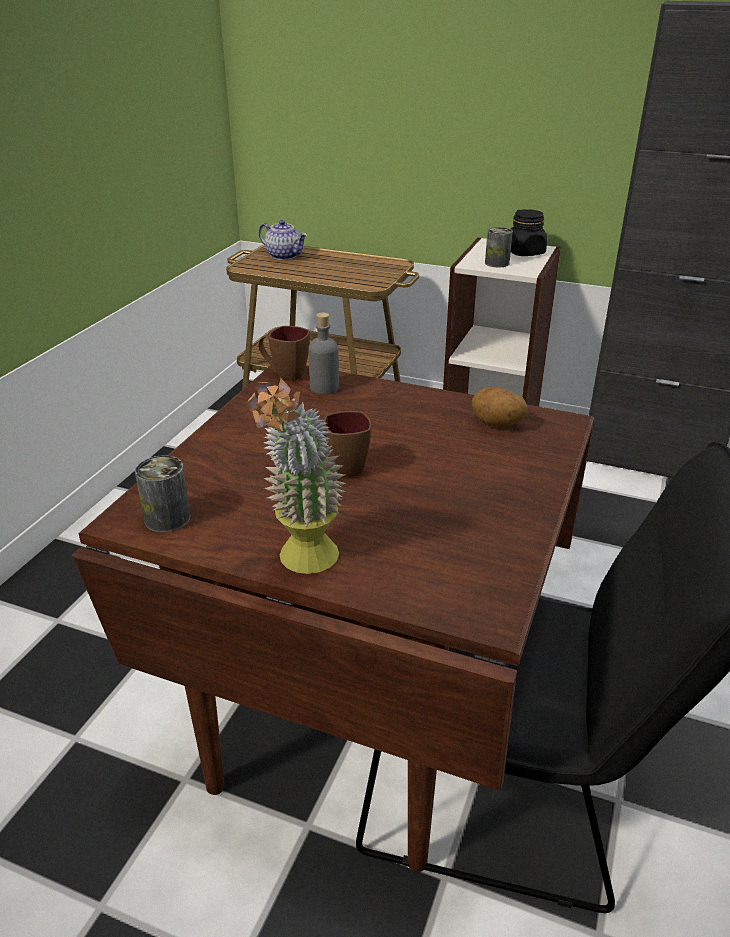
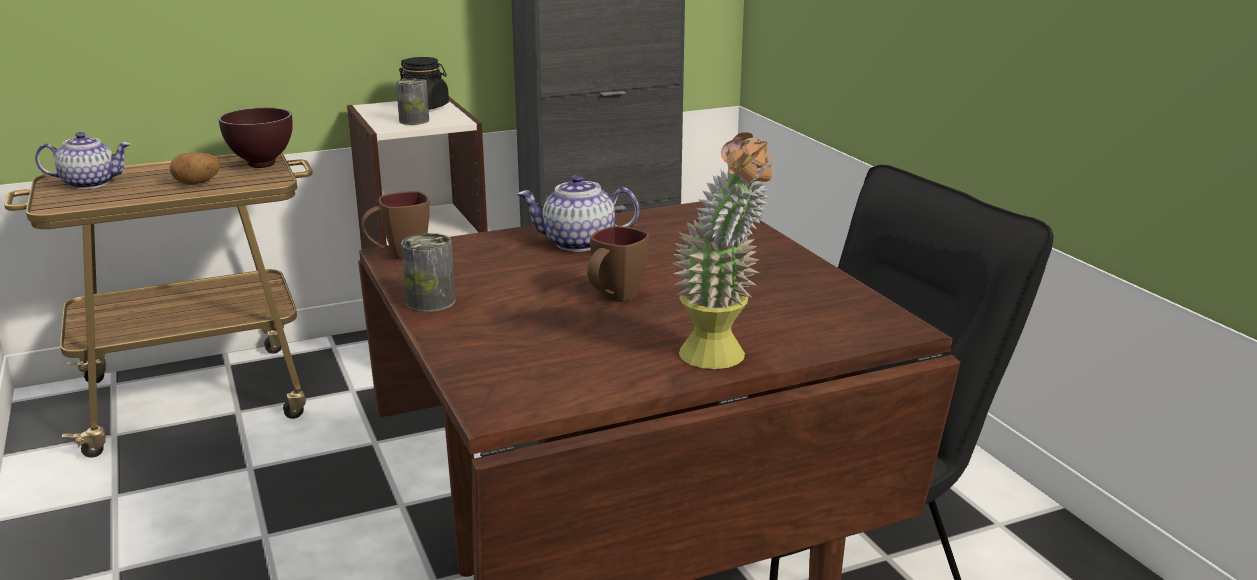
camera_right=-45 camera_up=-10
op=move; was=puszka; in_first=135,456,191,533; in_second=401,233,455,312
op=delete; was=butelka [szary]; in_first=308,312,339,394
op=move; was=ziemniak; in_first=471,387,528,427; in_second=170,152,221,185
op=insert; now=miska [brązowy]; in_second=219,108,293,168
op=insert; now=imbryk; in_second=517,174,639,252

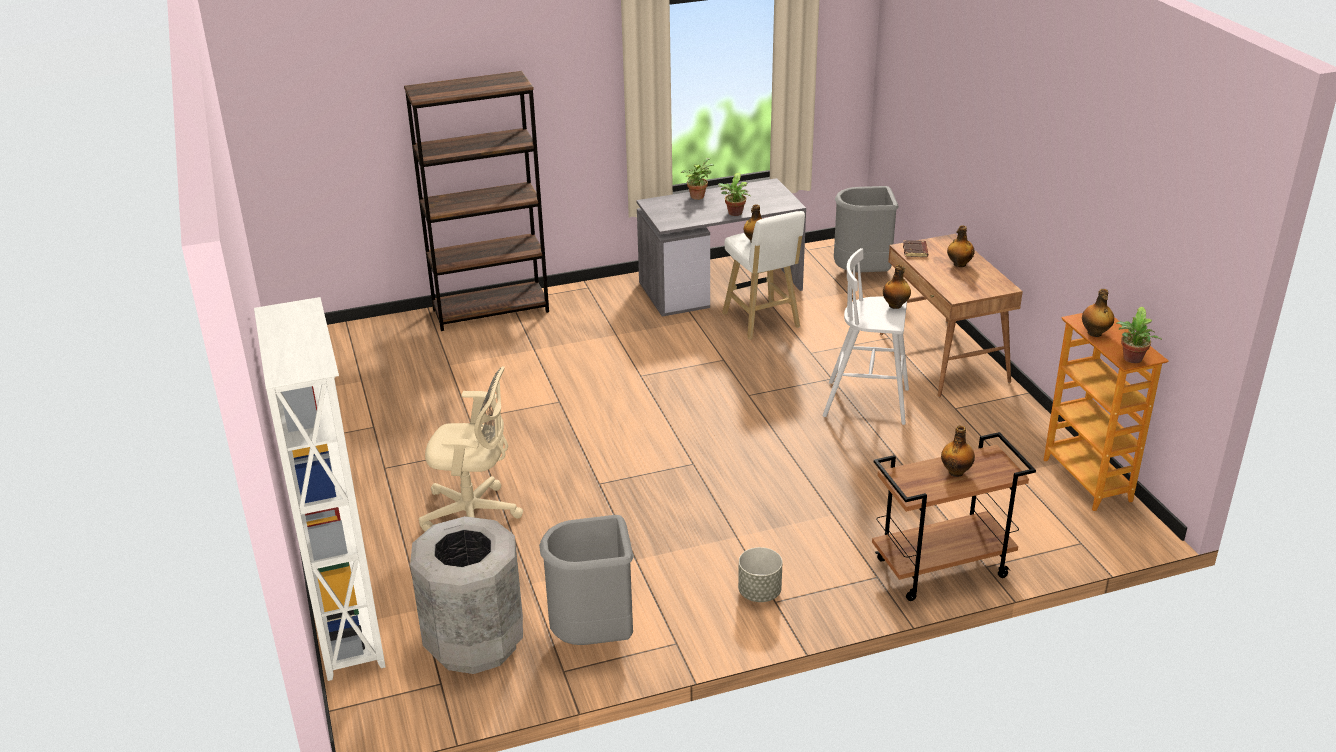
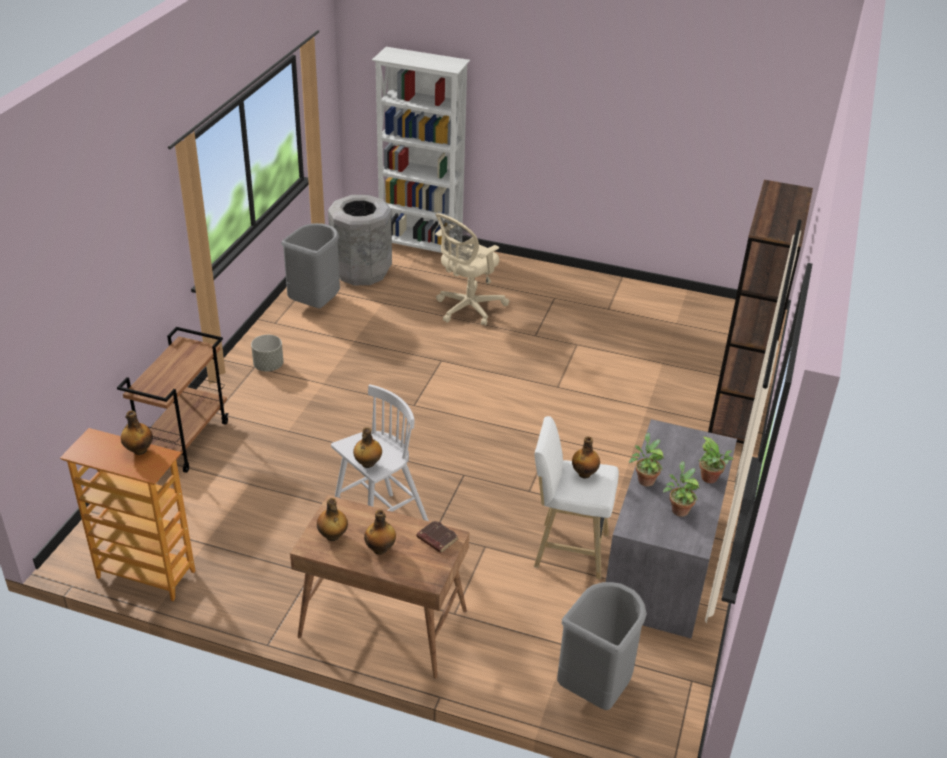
camera_right=125 camera_up=5
op=move; was=butelka; in_first=941,426,975,477; in_second=317,498,348,541
op=move; was=roślina doniczkowa; in_first=1116,307,1162,363; in_second=663,461,699,517

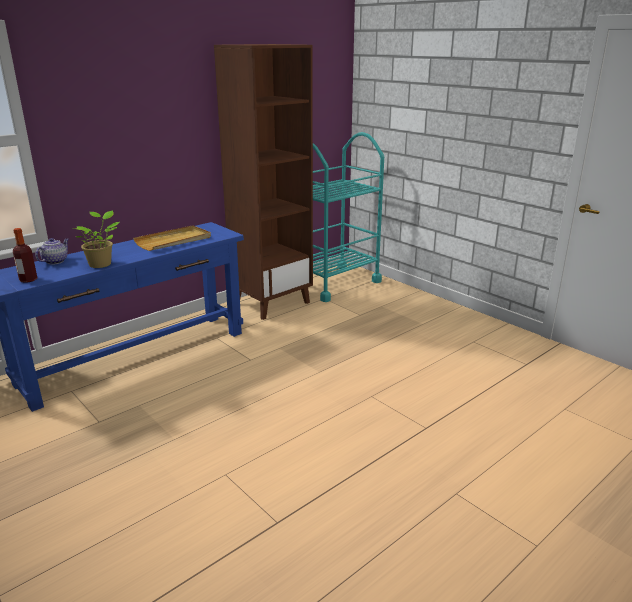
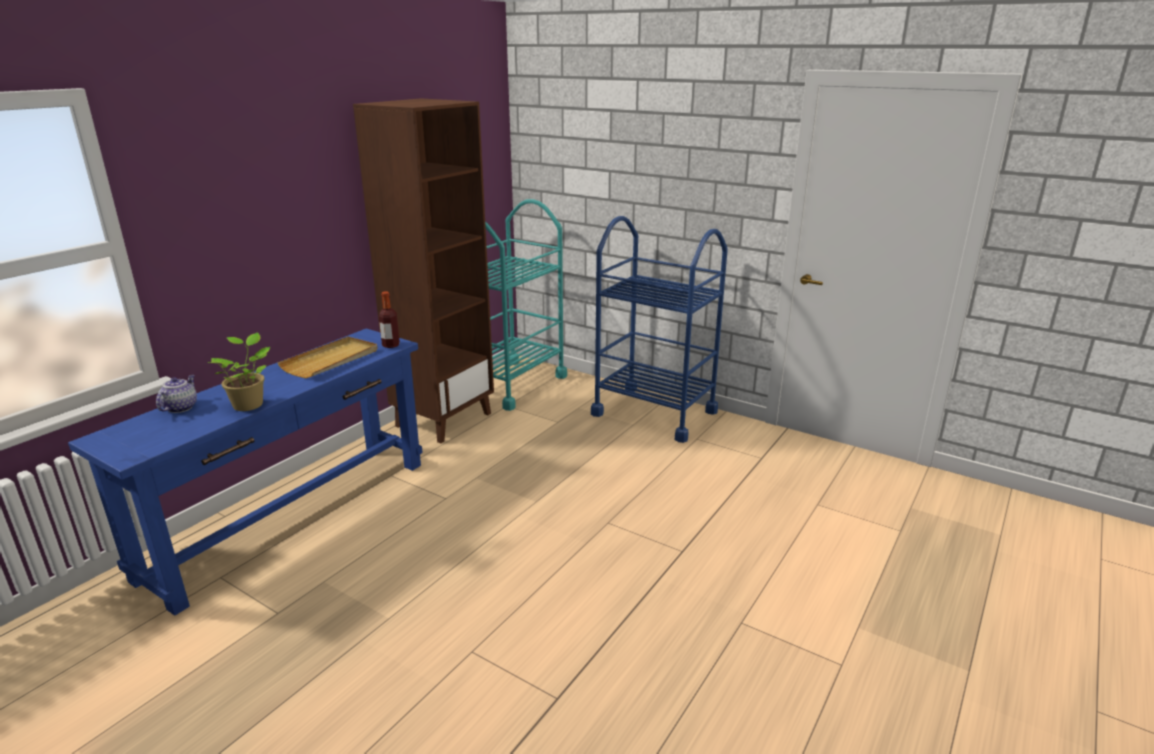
camera_right=-15 camera_up=0
op=move; was=butelka; in_first=13,228,37,283; in_second=379,291,400,348
op=insert; now=wózek [niebieski]; in_second=591,216,728,443

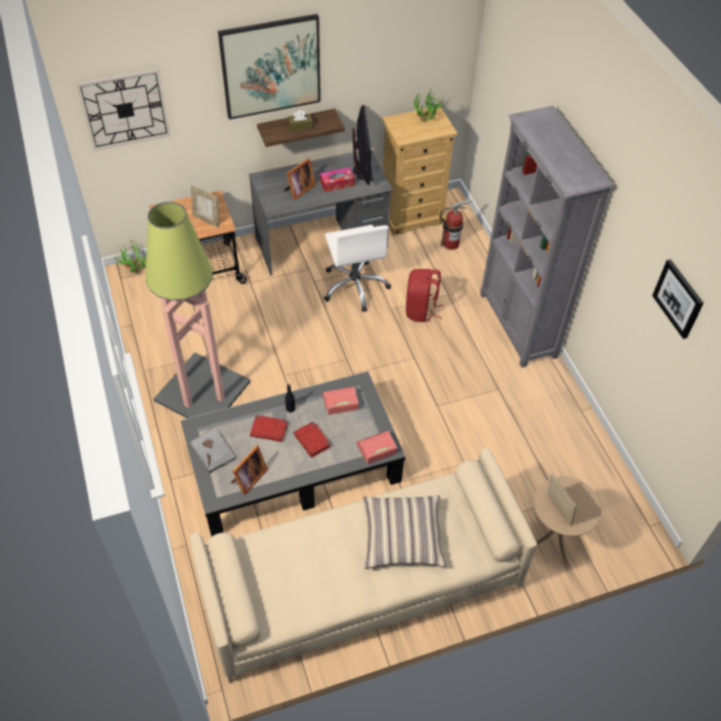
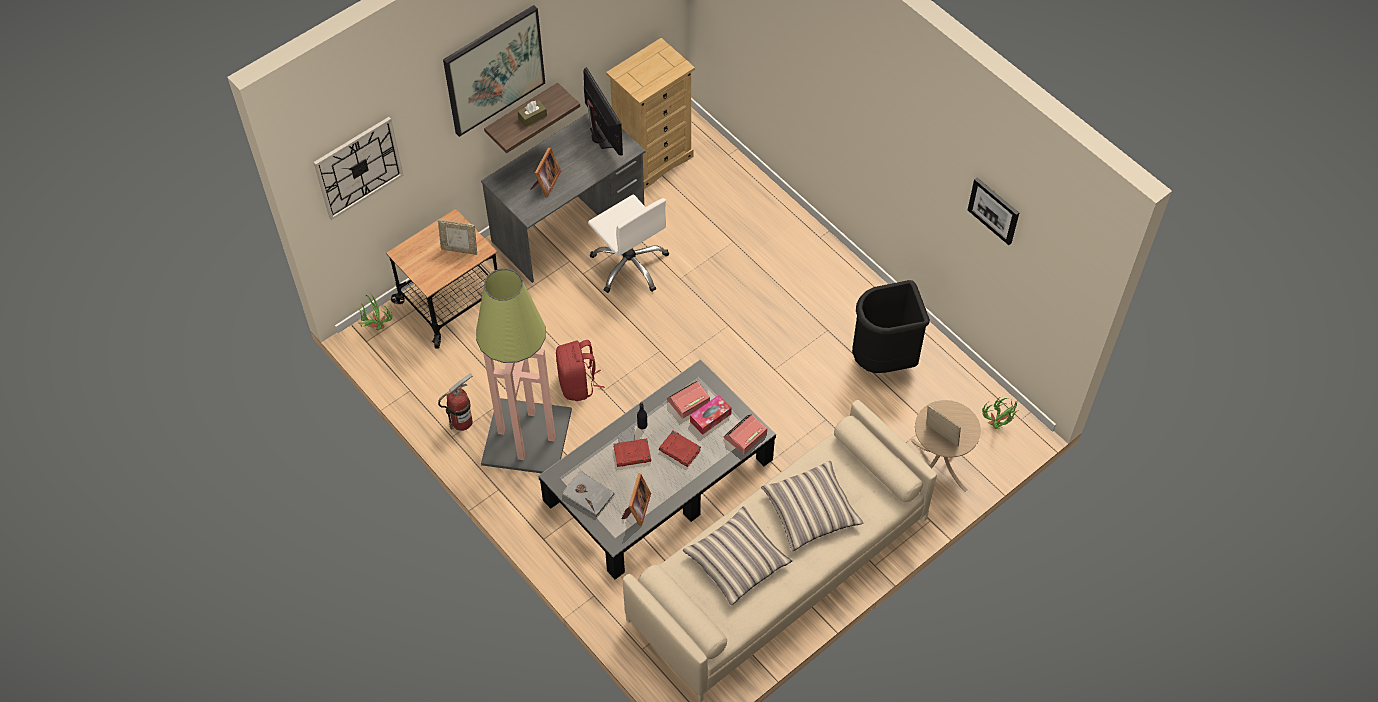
camera_right=-20 camera_up=5
op=move; was=pudełko chusteczek; in_first=320,168,355,192; in_second=690,395,732,435
op=move; was=plecak [czerwony]; in_first=406,269,443,322; in_second=556,340,604,401
op=move; was=roślina doniczkowa; in_first=414,90,444,121; in_second=982,398,1018,429
op=move; was=gaśnica; in_first=440,199,472,250; in_second=438,373,473,431
op=delete; was=regał [szary]; in_first=480,106,613,368
op=insert; now=poduszka; in_second=683,506,793,605
op=insert; now=kosz na śmieci [czarny]; in_second=852,280,930,373

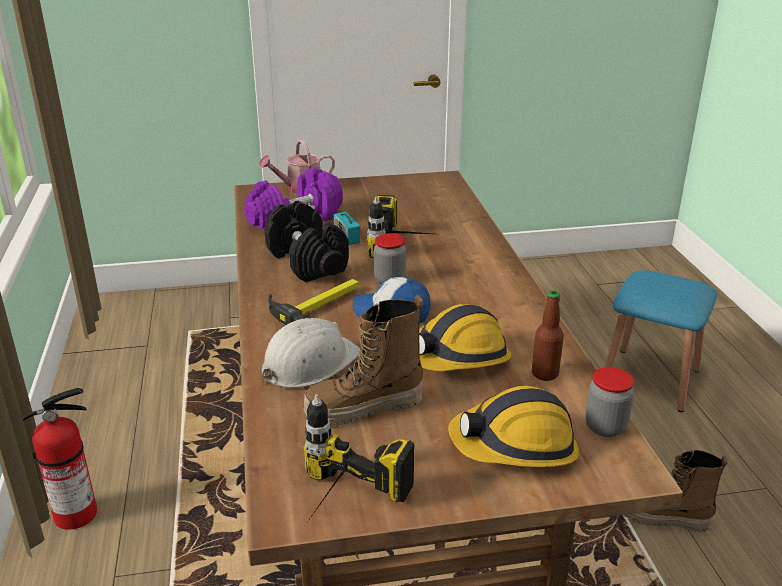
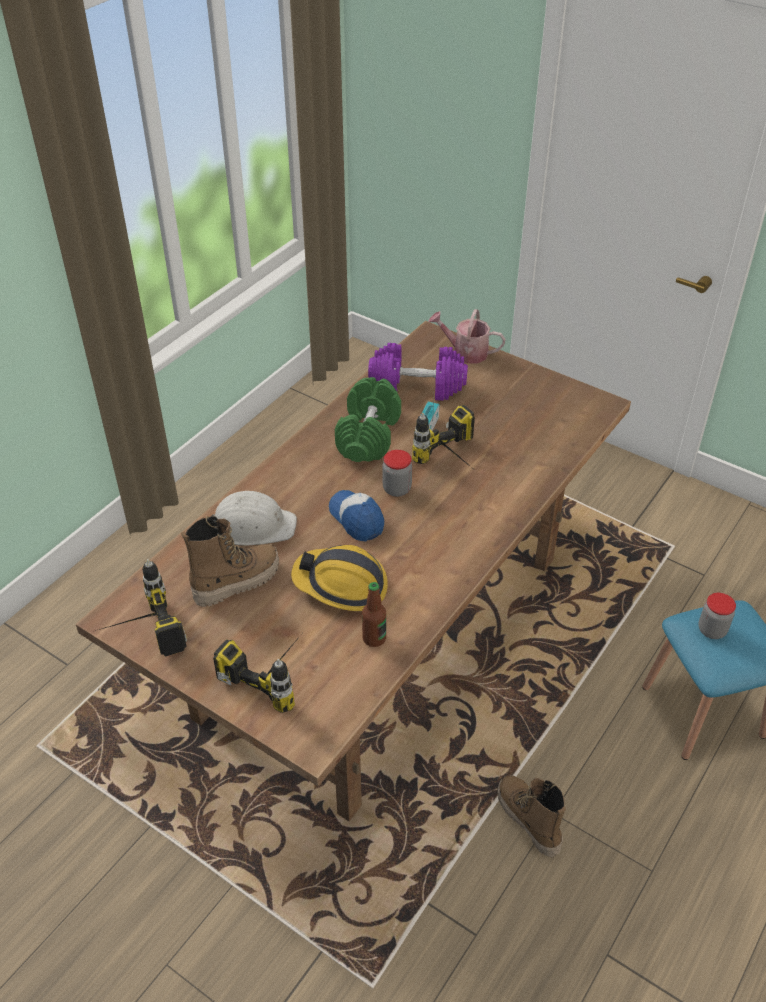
camera_right=45 camera_up=15
op=delete; was=gaśnica; in_first=23,388,97,530
op=recolor; was=hantel [czarny]; now=hantel [zielony]; in_first=264,201,349,282; in_second=335,377,401,462
op=delete; was=młotek; in_first=268,279,359,325
op=rotate; was=but z cholewką; in_first=304,295,424,426; in_second=181,516,279,607; clockwise=120
op=replace; was=kask; now=wiertarka; in_first=448,386,579,467; in_second=213,635,301,713
op=move; was=słoik; in_first=586,367,634,437; in_second=698,593,736,639

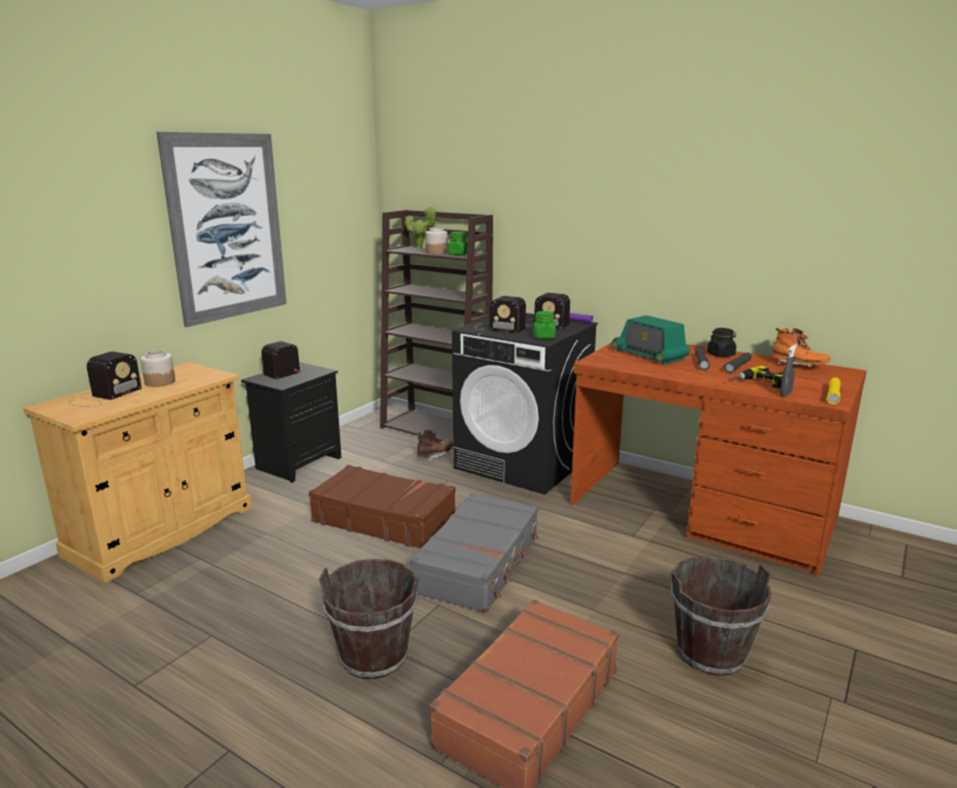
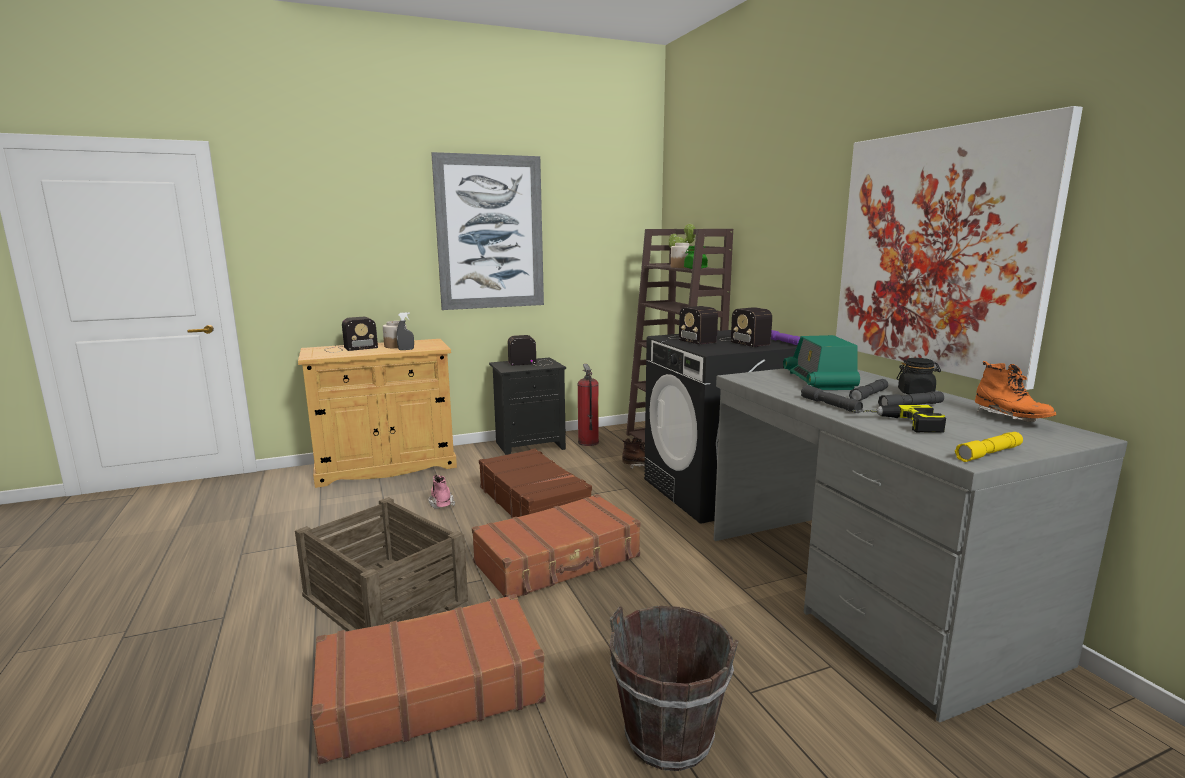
camera_right=35 camera_up=-5
op=replace; was=wiadro [brązowy]; now=skrzynka; in_first=319,559,419,680; in_second=295,497,468,631
op=recolor; was=walizka [szary]; now=walizka [brązowy]; in_first=410,493,539,613; in_second=472,494,641,597
op=delete; was=słoik [zielony]; in_first=533,311,556,339
op=recolor; was=biurko [brązowy]; now=biurko [szary]; in_first=570,342,867,577; in_second=714,368,1128,722
op=move; was=spryskiwacz [szary]; in_first=780,345,797,397; in_second=396,312,414,350
op=insert; now=but z cholewką [różowy]; in_second=428,474,455,509
op=insert; now=gaśnica; in_second=578,364,599,446
op=insert; now=latarka [szary]; in_second=801,385,863,413
op=insert; now=obraz; in_second=836,106,1083,390

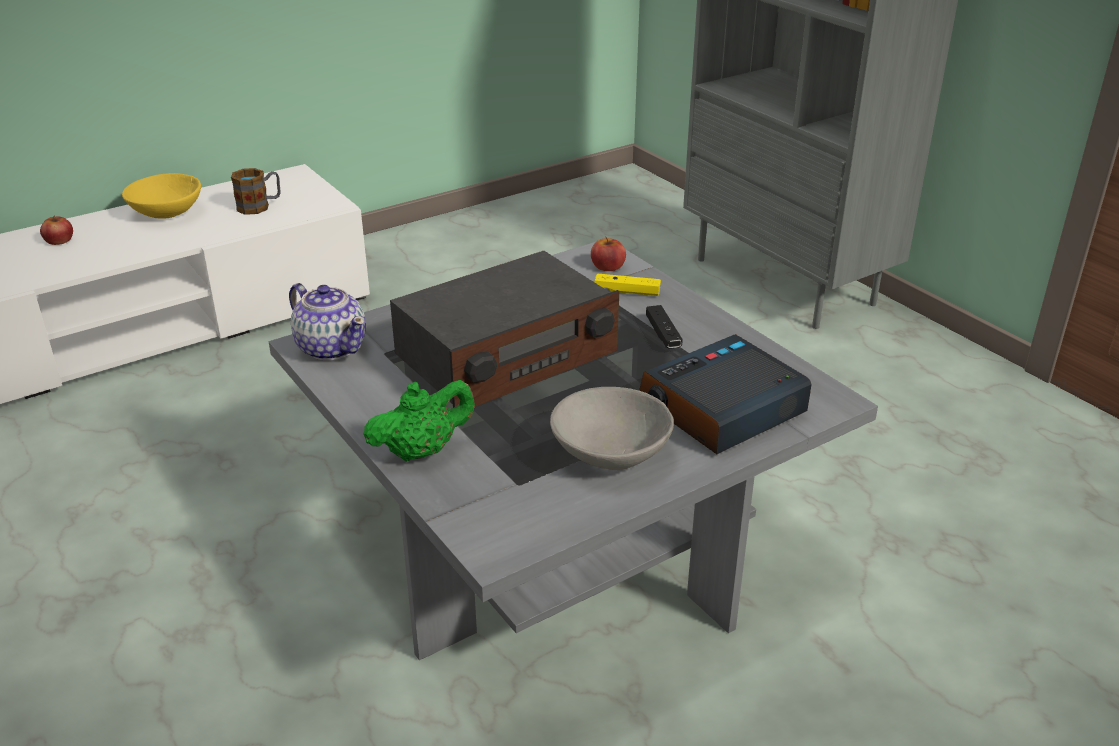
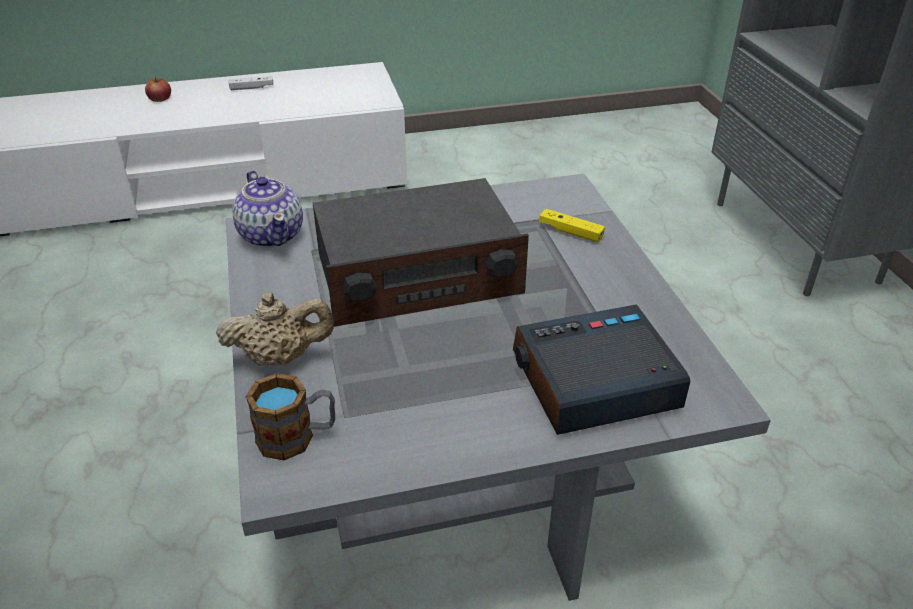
camera_right=20 camera_up=5
op=replace; was=miska [żółty]; now=pad do gier [biały]; in_first=122,173,201,219; in_second=229,76,273,90
op=move; was=kubek; in_first=231,168,281,215; in_second=245,373,335,460
op=recolor; was=imbryk [zielony]; now=imbryk [beżowy]; in_first=363,380,475,462; in_second=216,292,334,366
op=delete; was=miska [szary]; in_first=550,387,674,470
op=delete; was=jabłko; in_first=591,236,626,271
op=delete; was=pad do gier [czarny]; in_first=646,305,682,349

